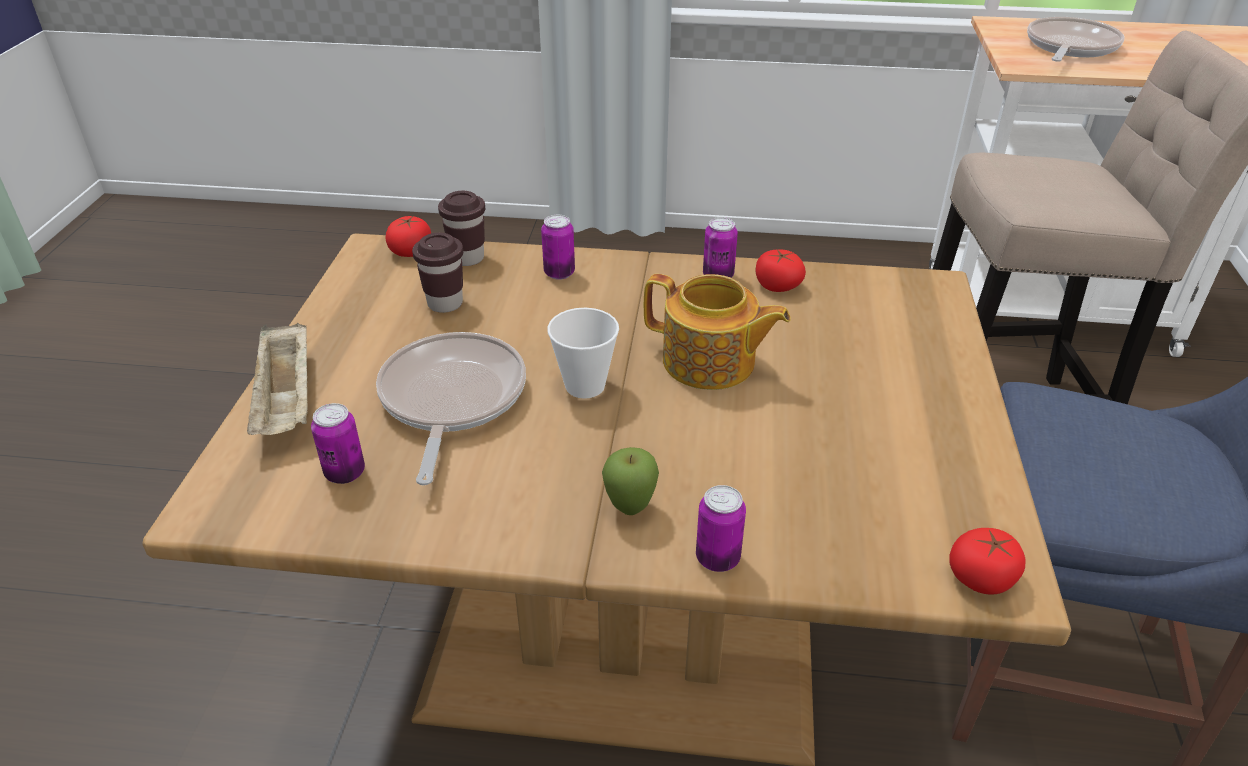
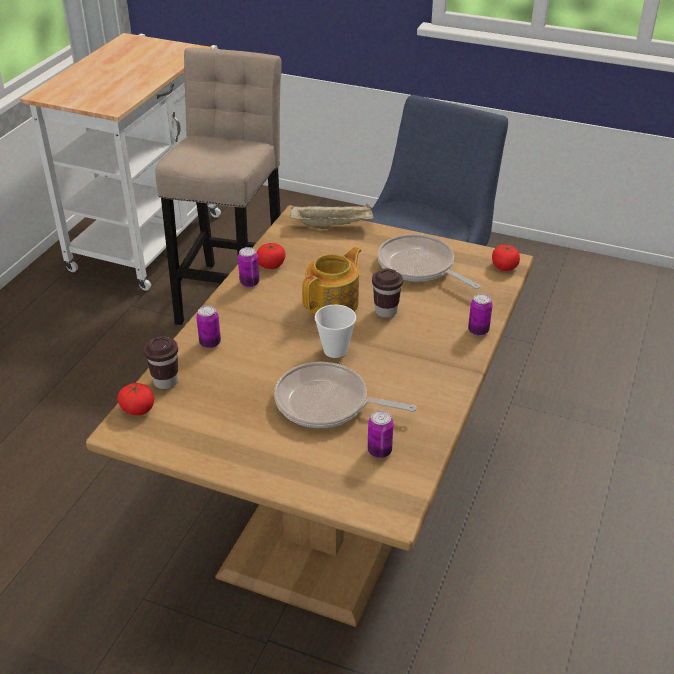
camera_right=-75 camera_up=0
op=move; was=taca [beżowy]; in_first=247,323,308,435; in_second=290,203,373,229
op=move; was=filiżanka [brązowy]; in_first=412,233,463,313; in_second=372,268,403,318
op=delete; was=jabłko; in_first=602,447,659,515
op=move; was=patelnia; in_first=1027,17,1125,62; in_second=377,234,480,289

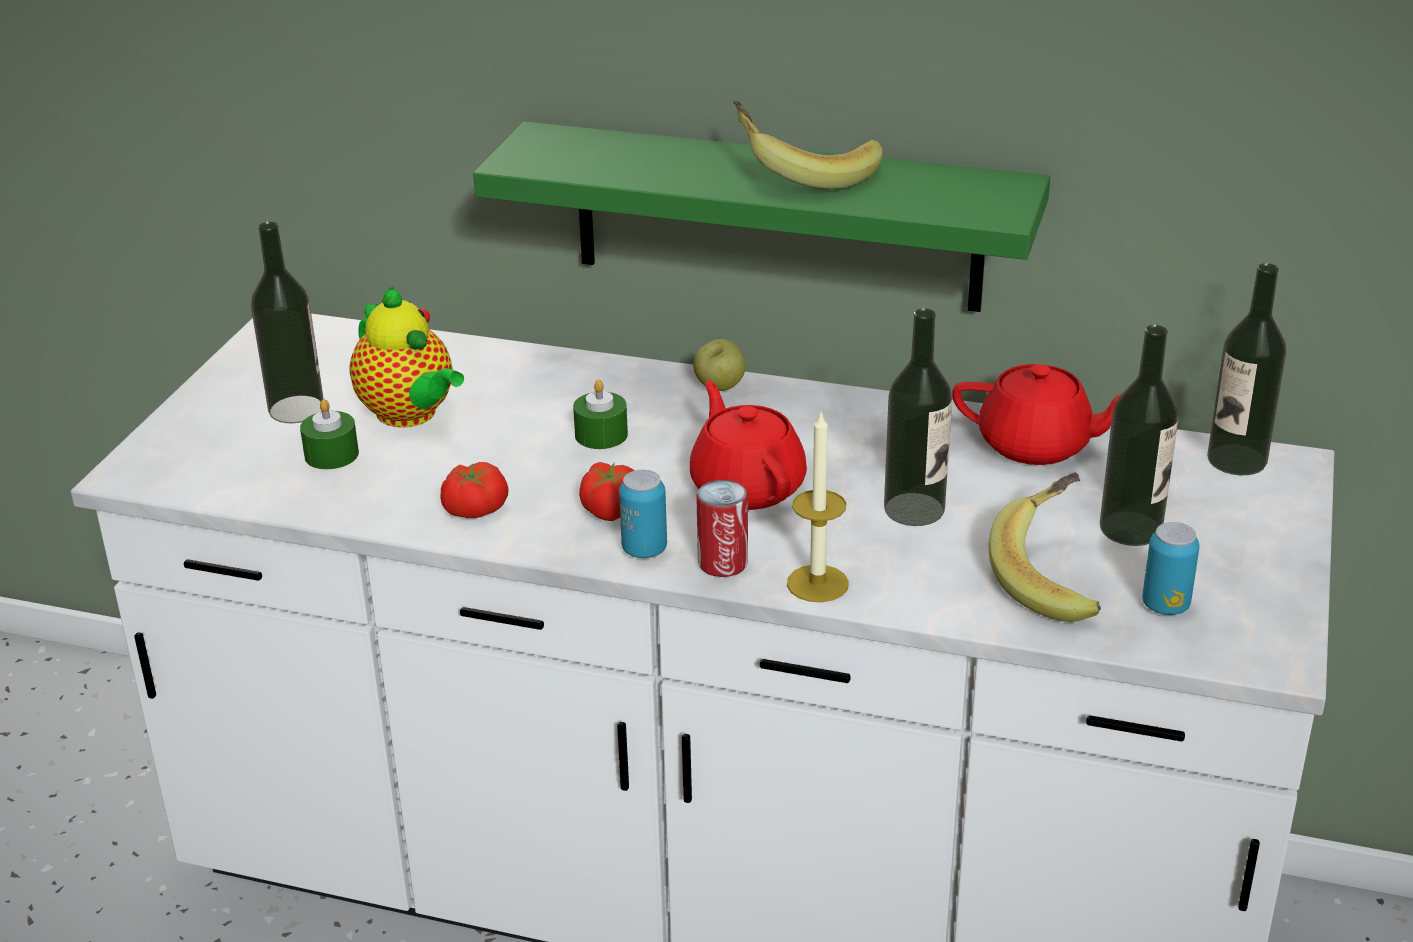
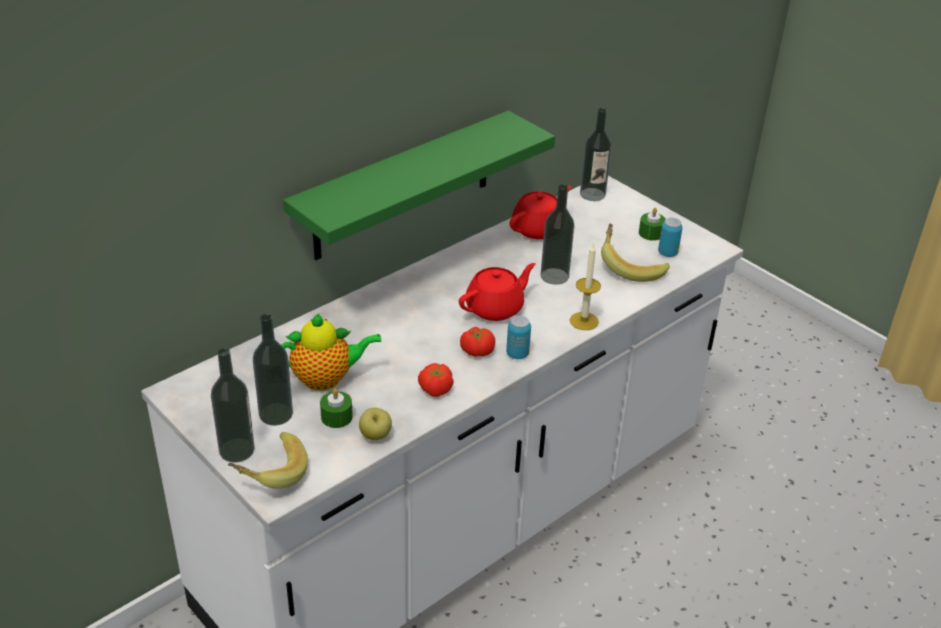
camera_right=-60 camera_up=5
op=move; was=świeca [zielony]; in_first=573,380,628,449; in_second=639,208,666,241
op=rotate; was=imbryk [czerwony]; in_first=690,381,807,510; in_second=459,263,536,321; clockwise=135
op=move; was=jabłko; in_first=693,339,746,391; in_second=359,408,392,440
op=delete; was=puszka; in_first=696,480,748,577
op=move; was=banan; in_first=733,101,883,189; in_second=228,432,308,489
op=move; was=butelka; in_first=1100,325,1179,546; in_second=211,348,255,463

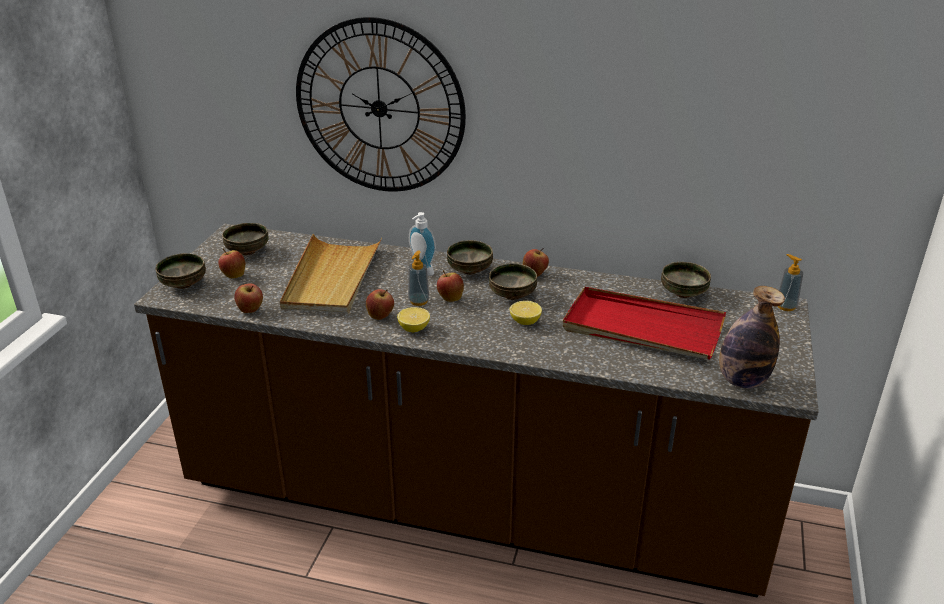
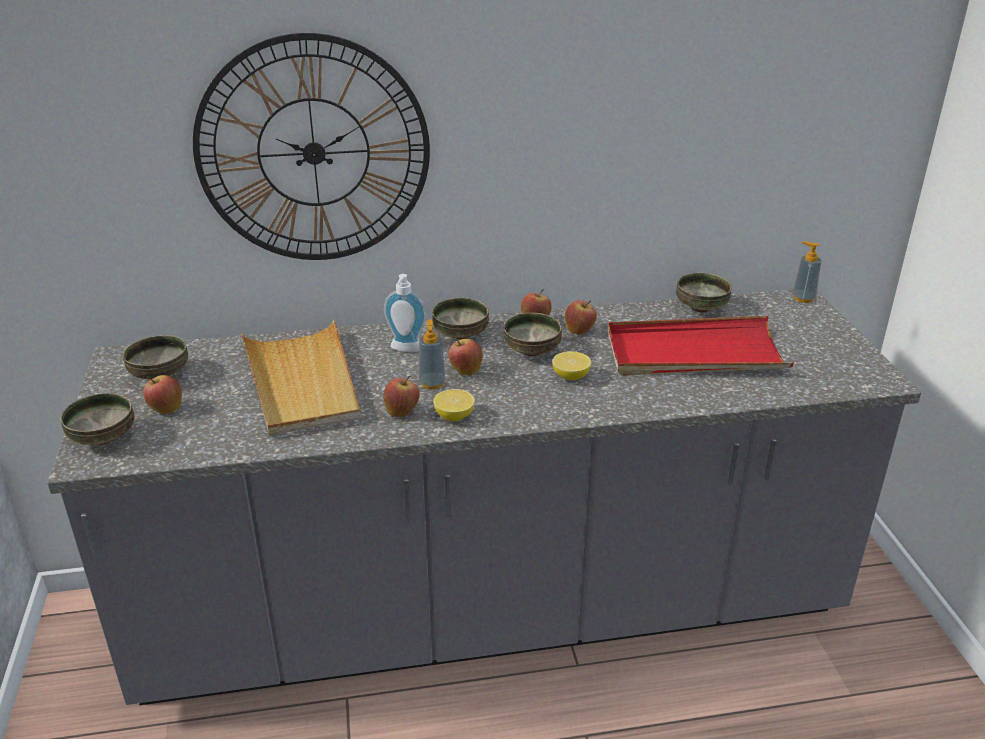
camera_right=-25 camera_up=0
op=recolor; was=zabudowa kuchenna [brązowy]; now=zabudowa kuchenna [szary]; in_first=134,224,819,598; in_second=47,289,921,705
op=move; was=jabłko; in_first=235,284,263,313; in_second=564,300,597,335
op=delete; was=butelka; in_first=719,286,785,388

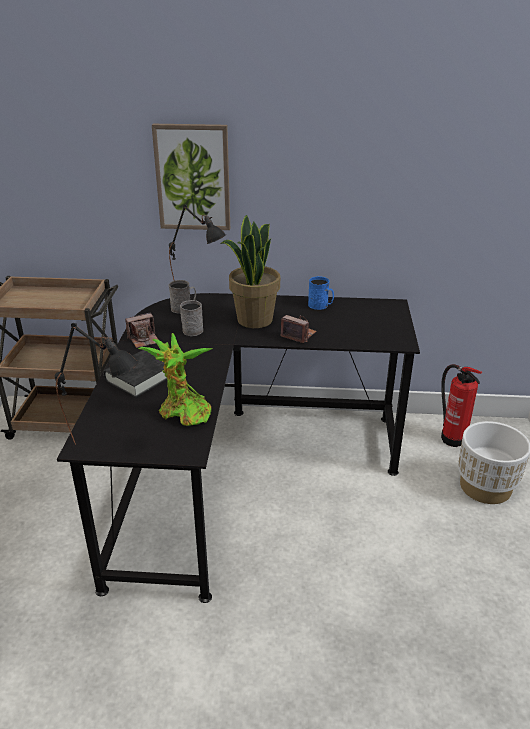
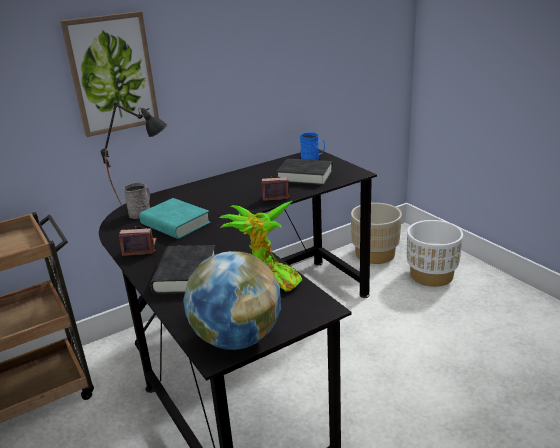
camera_right=-35 camera_up=-5
op=replace; was=lampa stołowa [czarny]; now=globus; in_first=55,323,139,444; in_second=183,251,281,350
op=rotate; was=aparat fotograficzny; in_first=125,313,159,348; in_second=119,226,157,256; clockwise=-120
op=replace; was=kubek [szary]; now=książka [turkusowy]; in_first=180,300,203,336; in_second=139,198,211,239
op=delete; was=roślina doniczkowa; in_first=220,215,280,328
op=move; was=kubek [niebieski]; in_first=308,276,334,310; in_second=300,132,325,160
op=replace; was=gaśnica; now=donica [beżowy]; in_first=441,364,482,447; in_second=351,203,402,264
op=insert; now=książka [czarny]; in_second=276,158,333,185

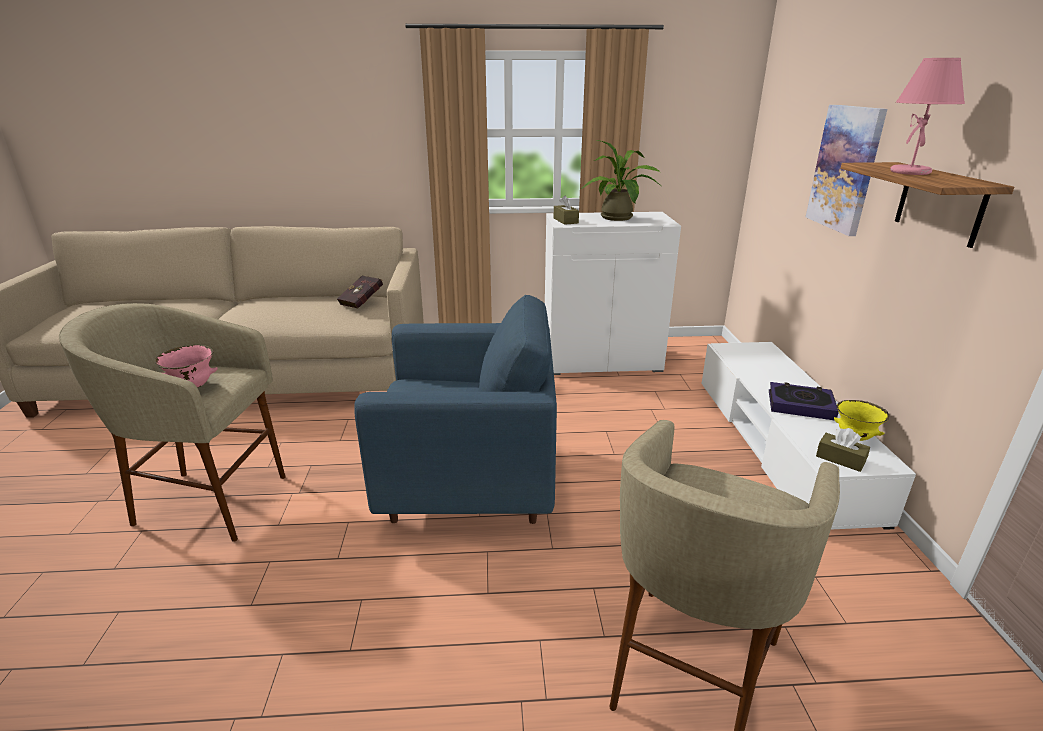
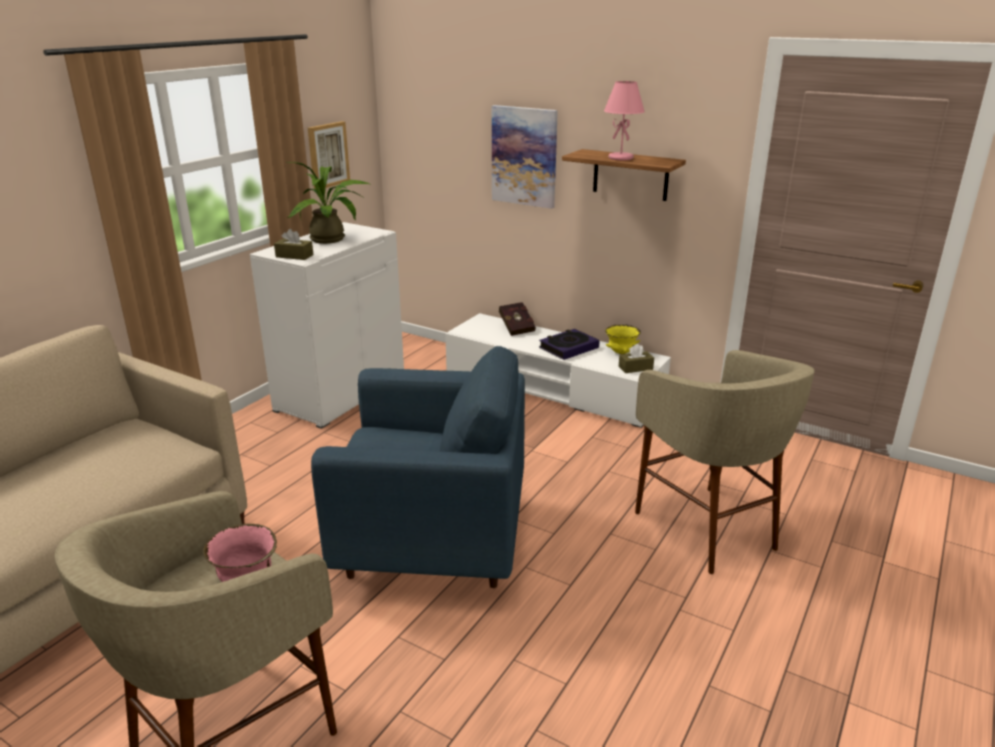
camera_right=-55 camera_up=0
op=move; was=książka [czerwony]; in_first=337,275,383,308; in_second=499,302,536,336
op=rotate; was=fotel [niebieski]; in_first=354,295,557,524; in_second=311,346,525,588; clockwise=60
op=insert; now=obraz; in_second=308,121,350,189

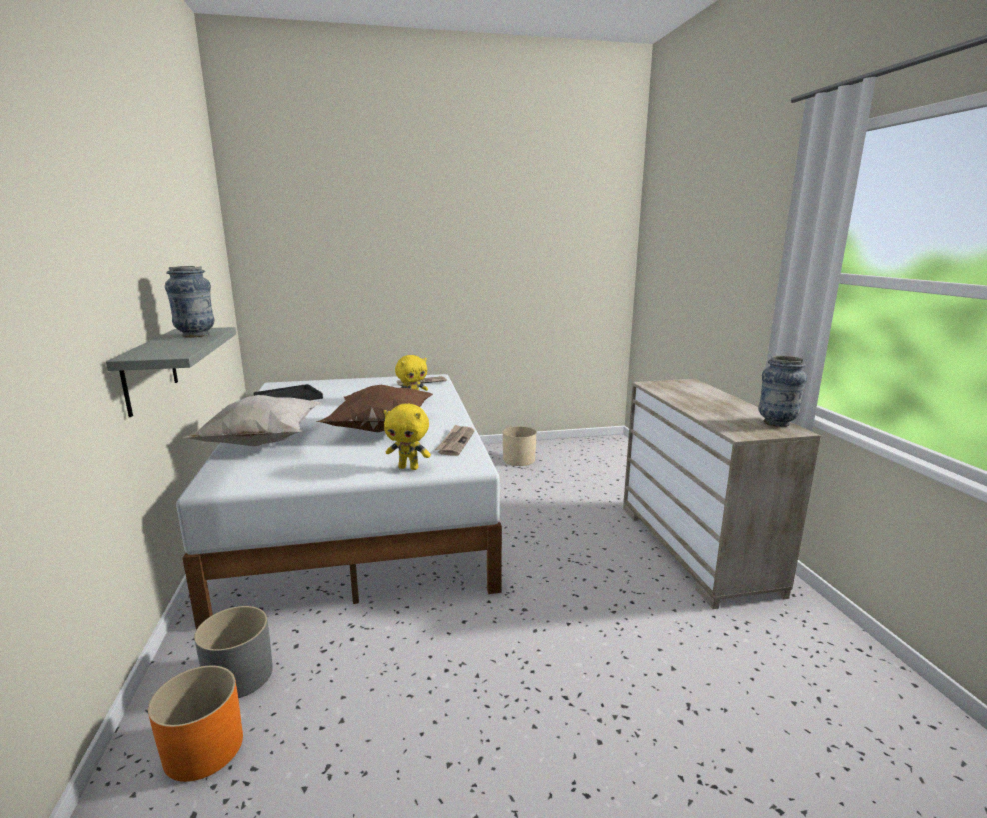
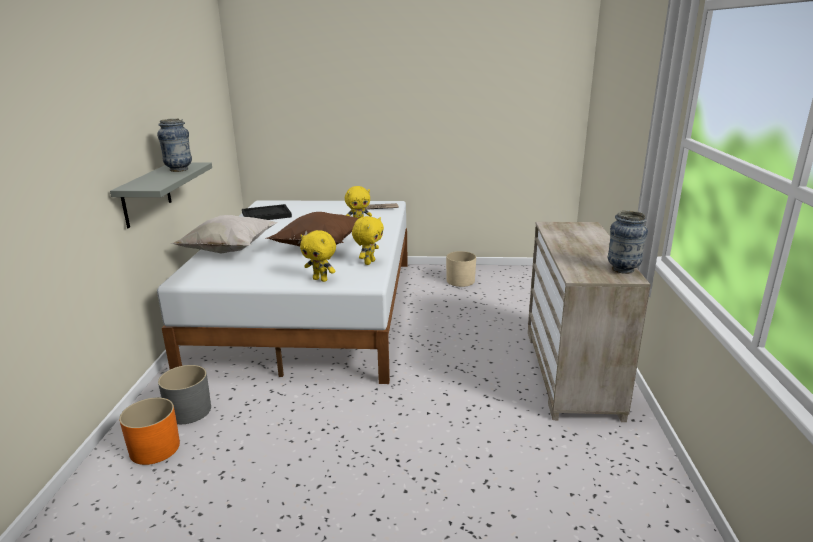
camera_right=15 camera_up=5
op=replace; was=gazeta; now=pluszak [żółty]; in_first=435,424,475,456; in_second=352,216,384,265

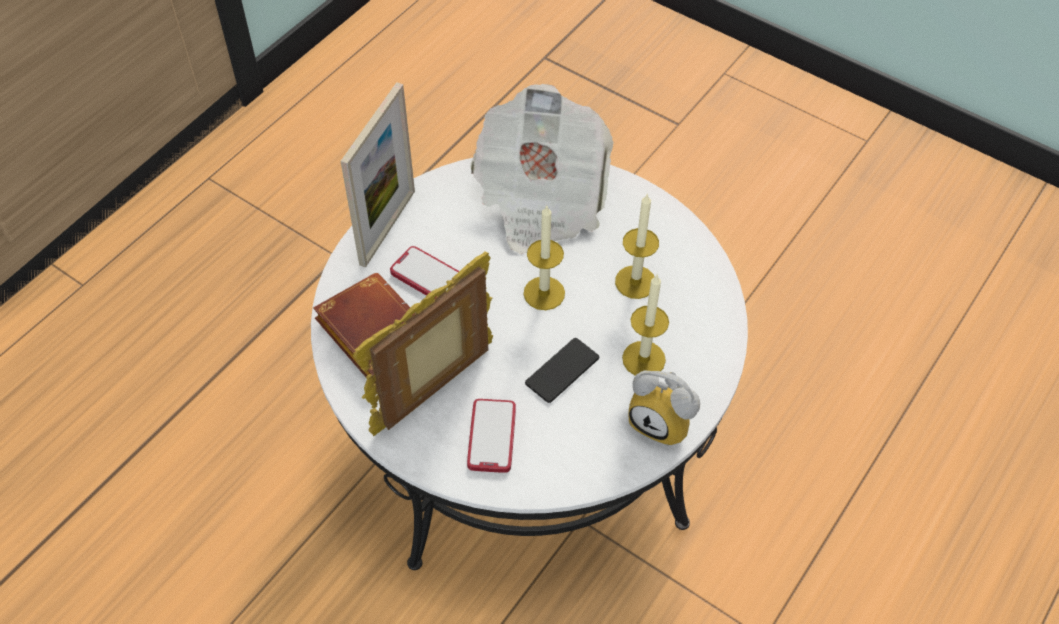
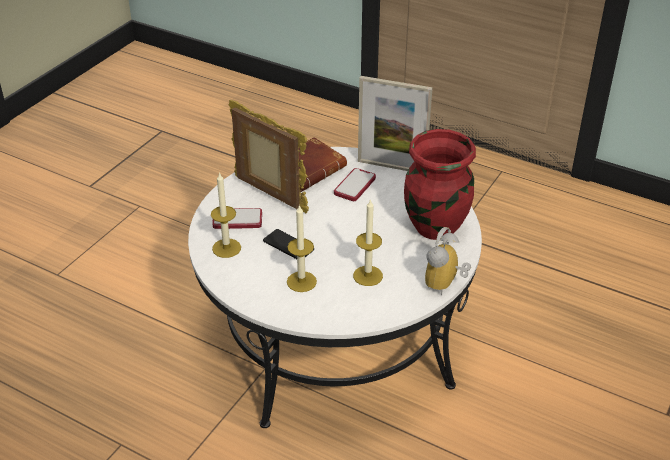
camera_right=85 camera_up=-15
op=replace; was=gazeta; now=wazon [czerwony]; in_first=470,84,614,254; in_second=404,129,476,240
op=move; was=świeca; in_first=523,205,565,310; in_second=211,172,241,258
op=move; was=budzik; in_first=629,371,700,446; in_second=425,227,471,296

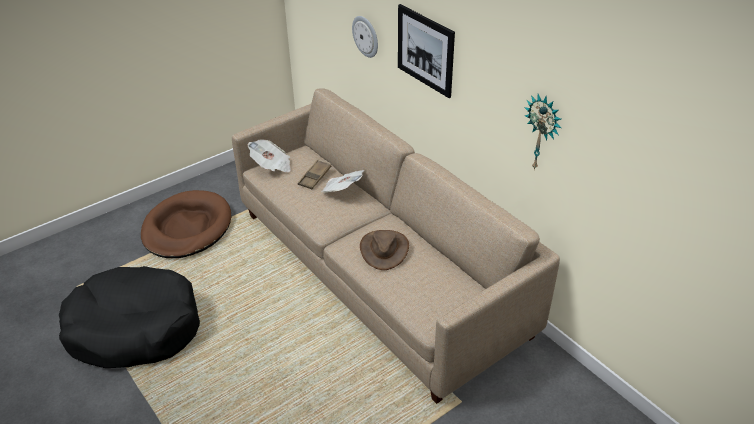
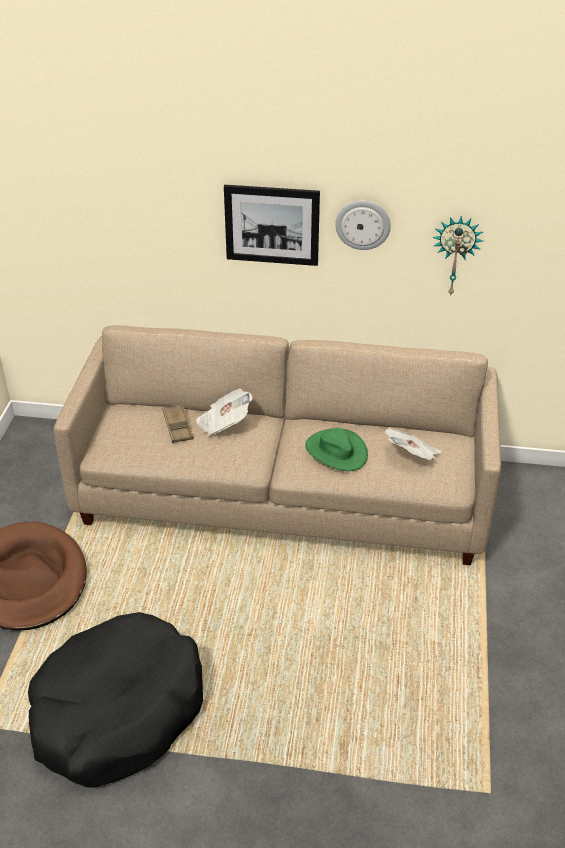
camera_right=-45 camera_up=0
op=move; was=gazeta; in_first=248,140,291,173; in_second=385,428,441,460
op=move; was=zegar ścienny; in_first=352,16,378,58; in_second=335,201,391,250
op=recolor; was=kapelusz [brązowy]; now=kapelusz [zielony]; in_first=360,230,409,270; in_second=305,428,368,471

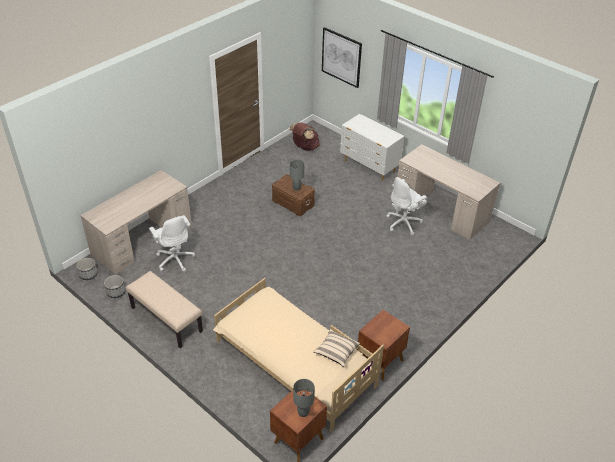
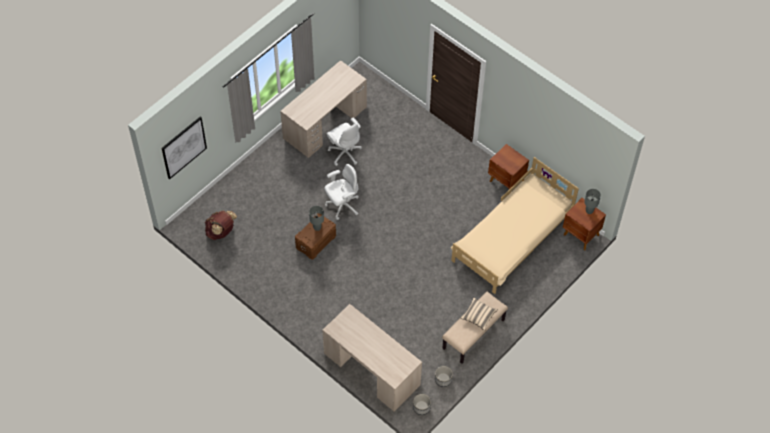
camera_right=-90 camera_up=15
op=move; was=krzesło biurowe [biały]; in_first=149,215,195,272; in_second=324,164,359,220
op=move; was=poduszka [beżowy]; in_first=313,329,360,367; in_second=461,297,498,331
op=delete; was=komoda [biały]; in_first=340,114,404,181

